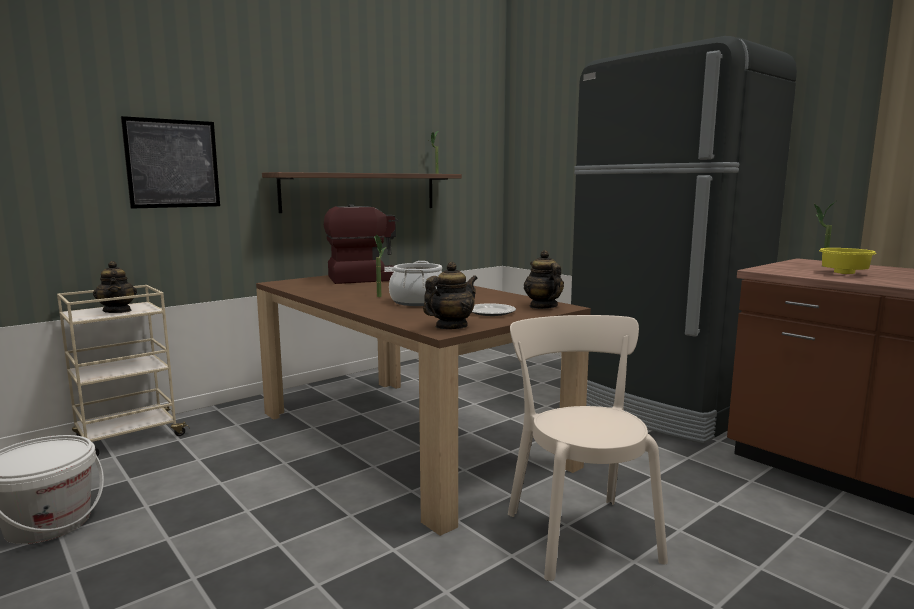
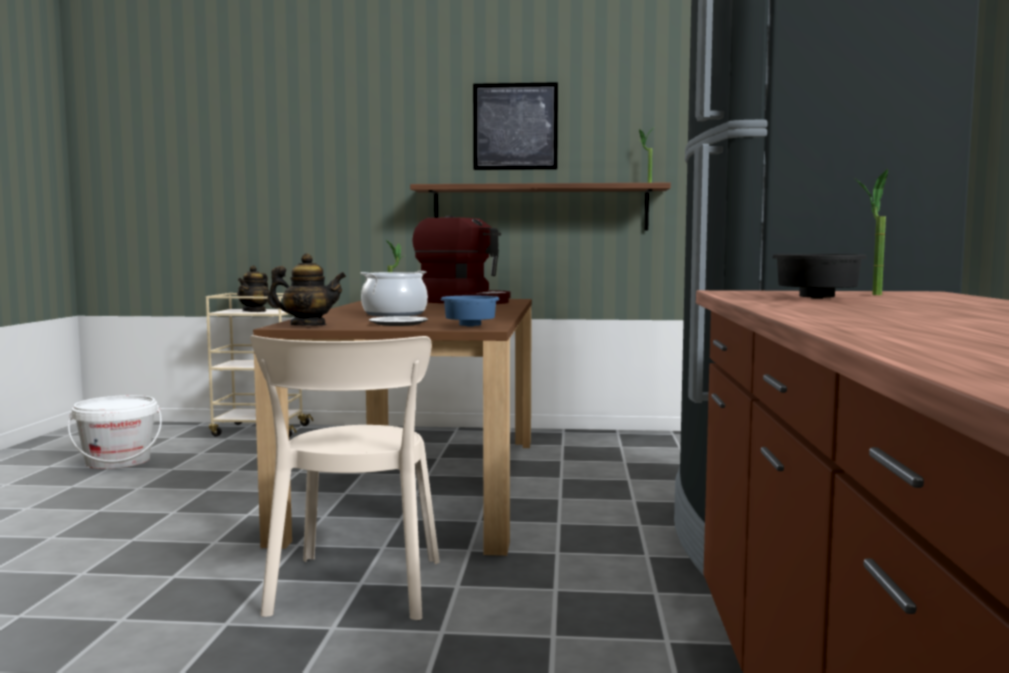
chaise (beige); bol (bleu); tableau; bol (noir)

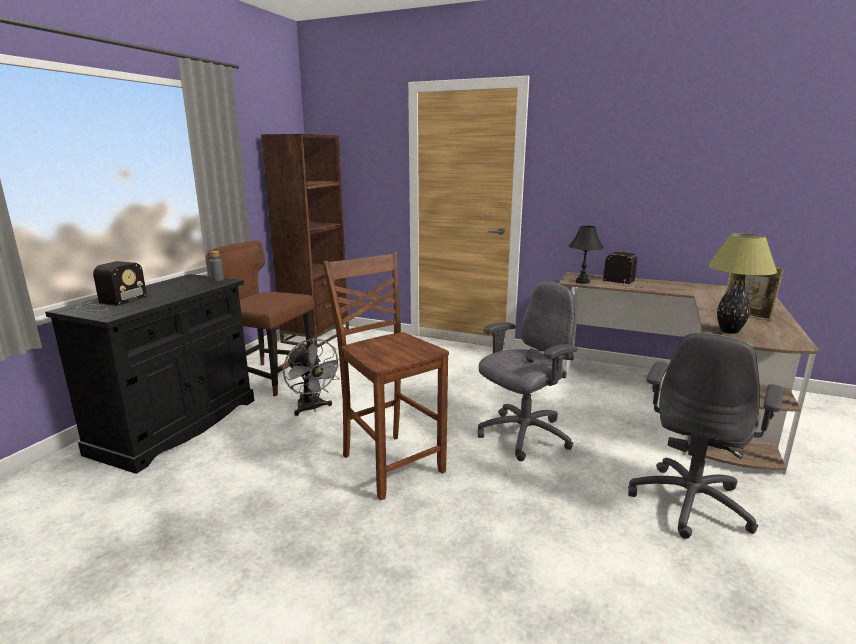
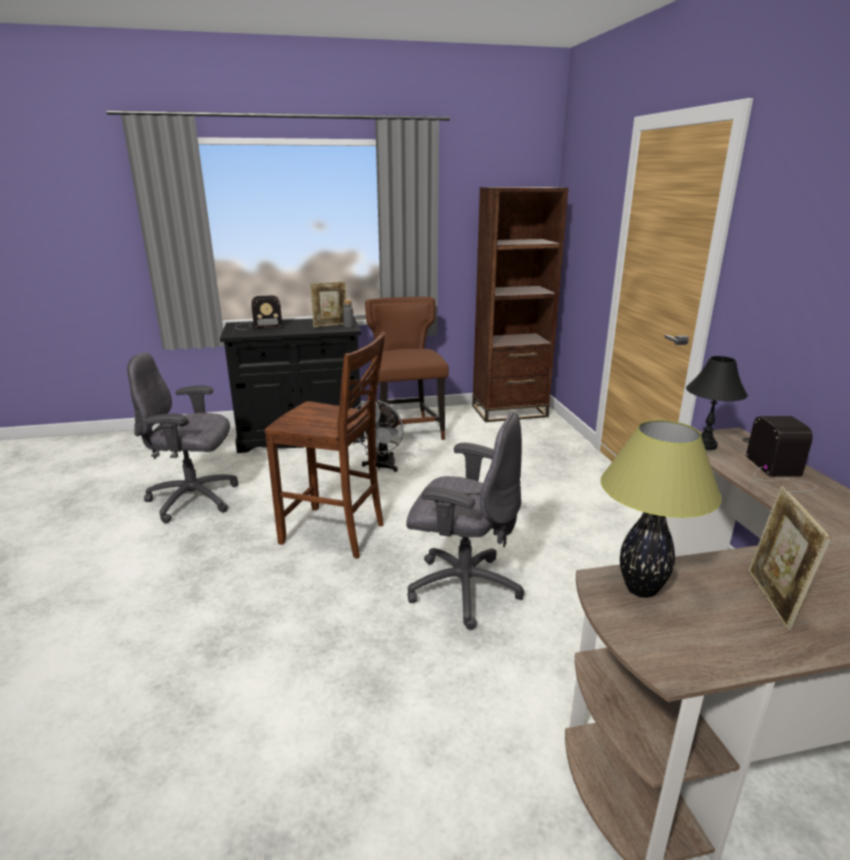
chaise de bureau (gris) (no. 1 from left); chaise (marron) (no. 1 from left); cadre photo (no. 1 from left)

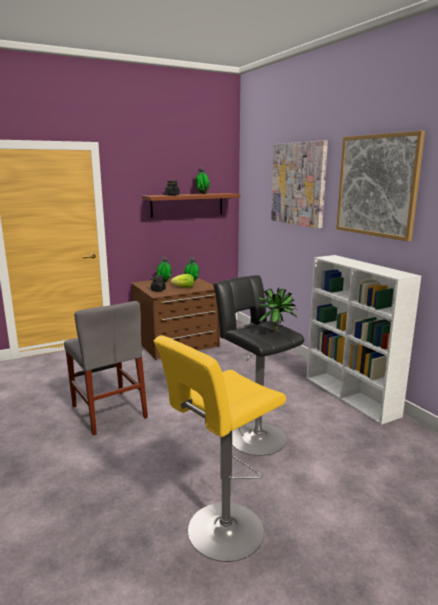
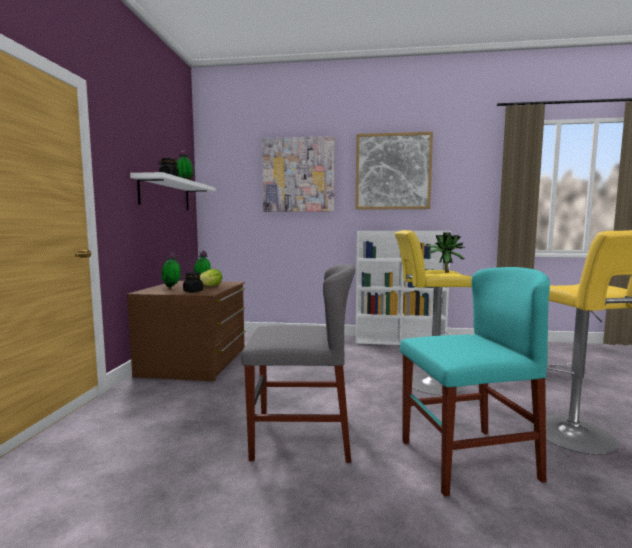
étagère (blanc); tabouret (jaune) (no. 1 from left); chaise (turquoise)

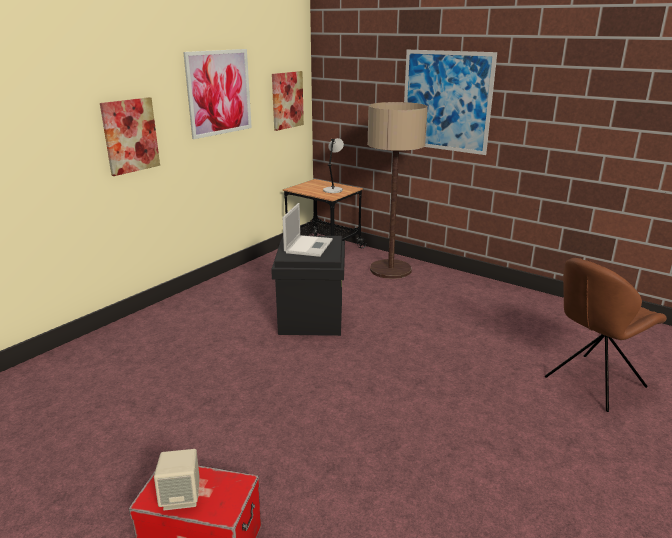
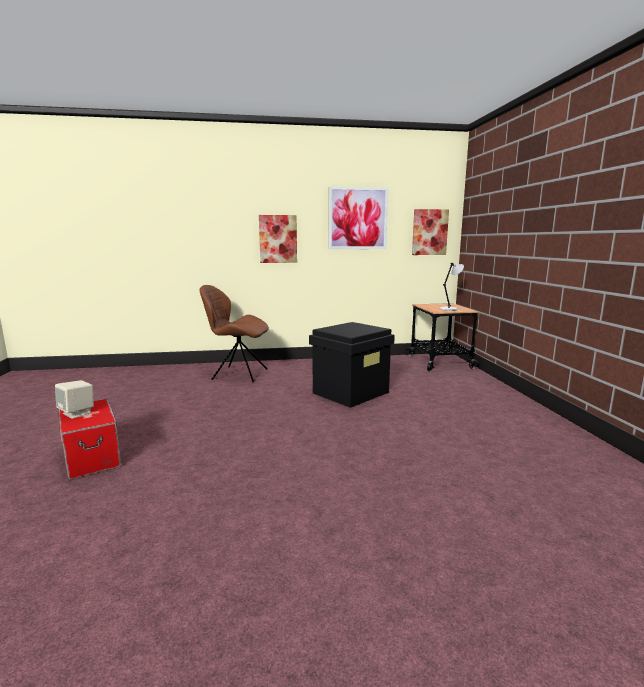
chaise (marron); ordinateur portable; lampadaire; tableau (no. 4 from left in the first image)

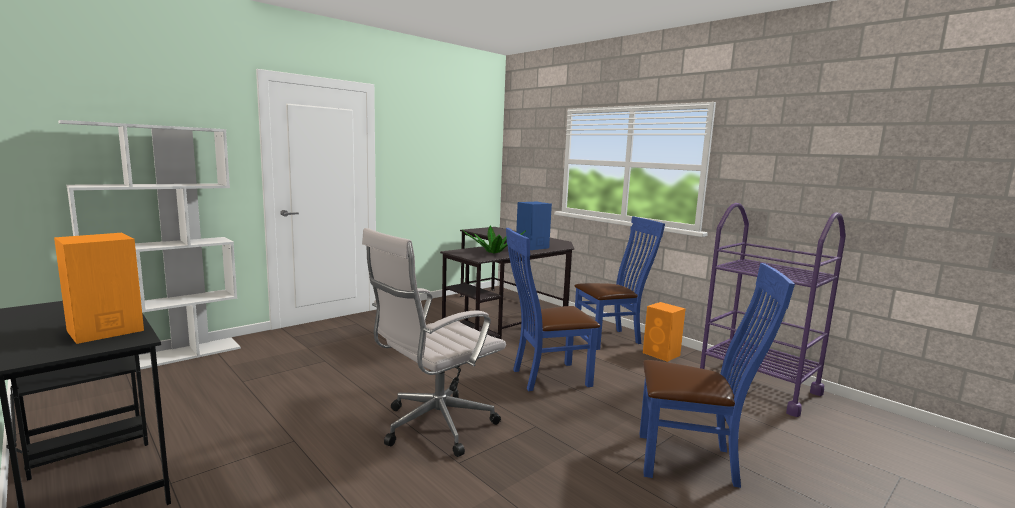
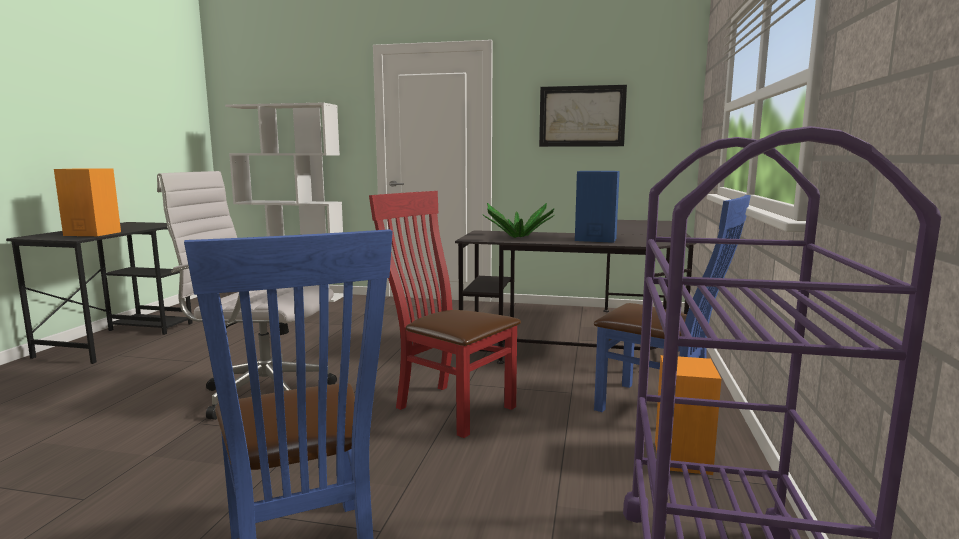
chaise (rouge); tableau

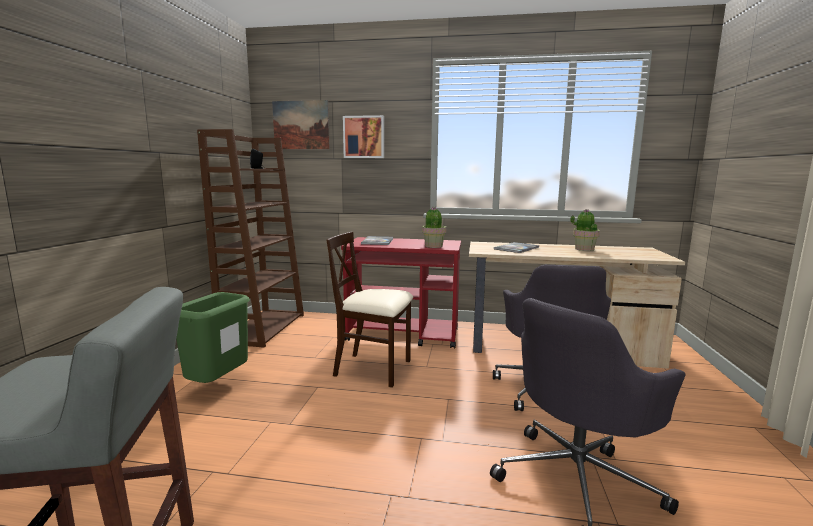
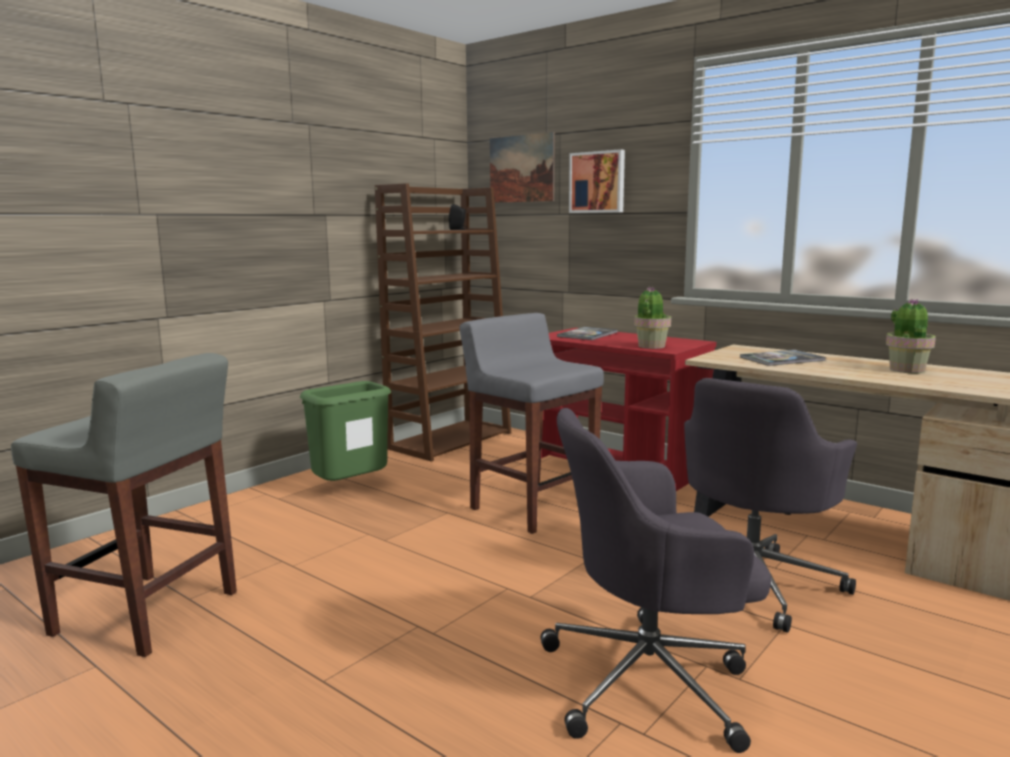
tabouret (gris) (no. 2 from left)

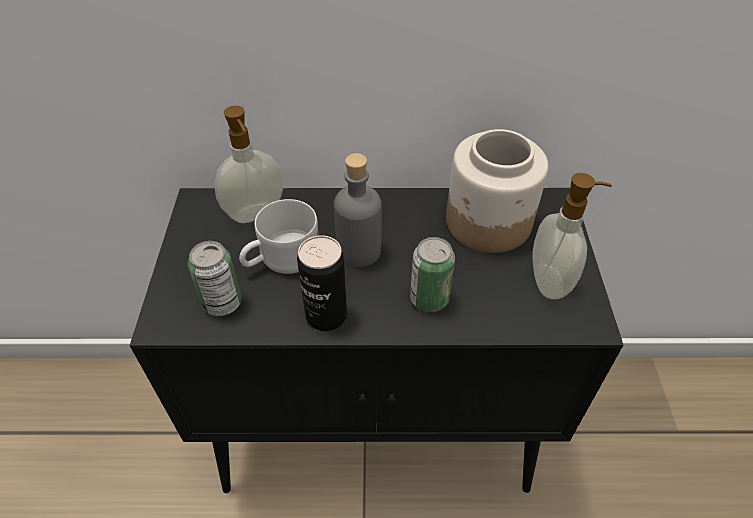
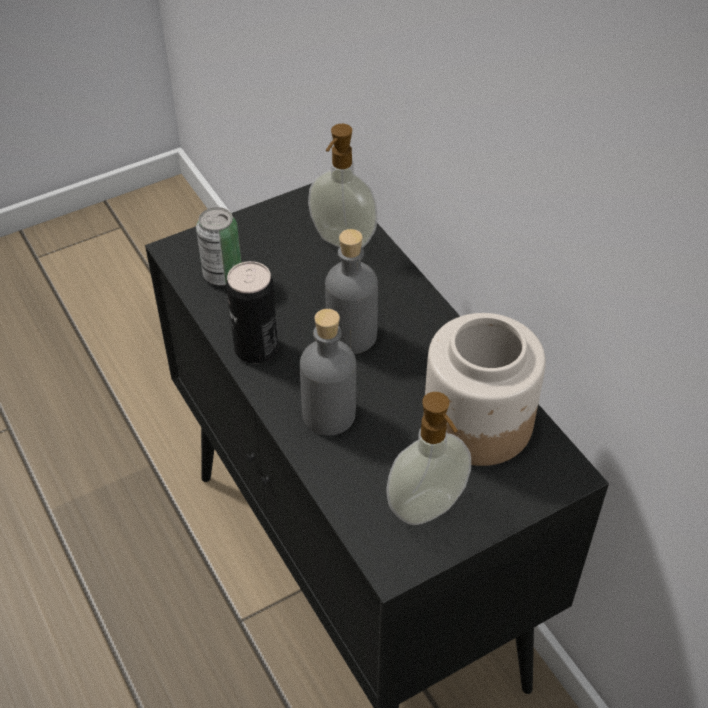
bouteille (gris) (no. 1 from left); mug (blanc)

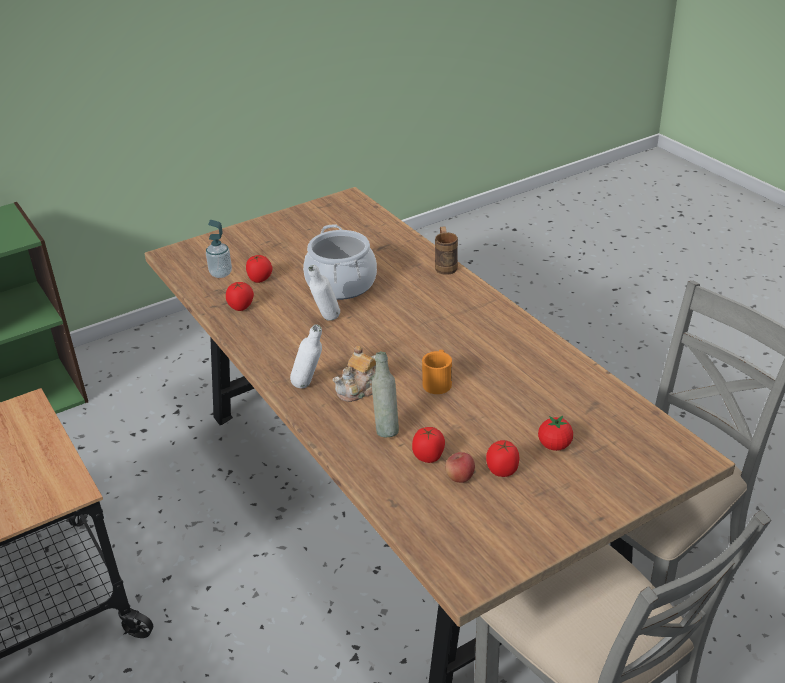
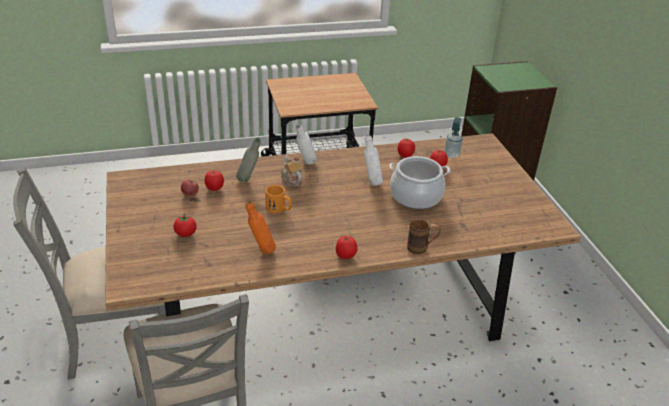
bouteille (orange); tomate (no. 3 from left)

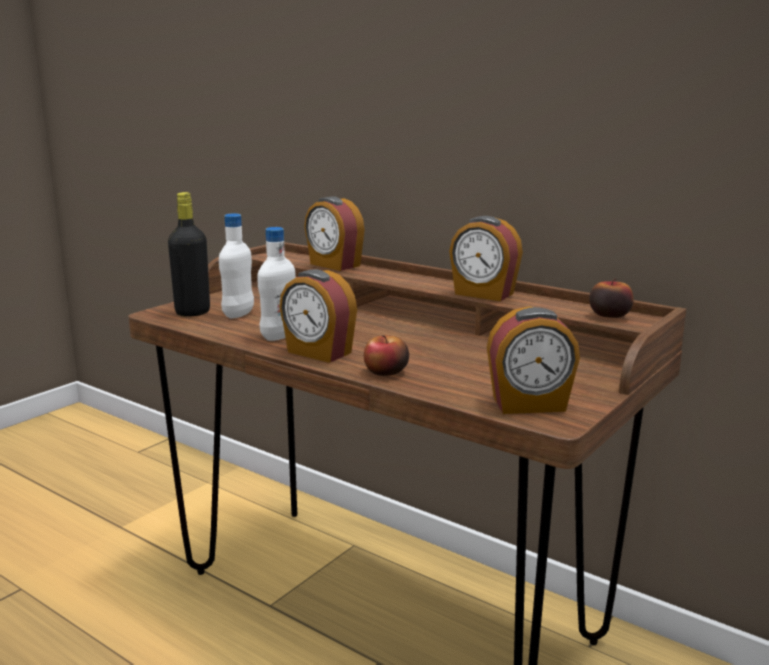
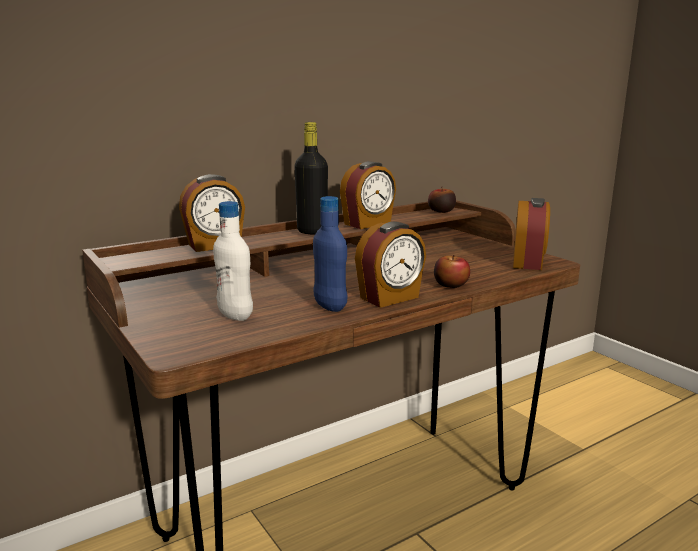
bouteille (noir); bouteille (bleu)

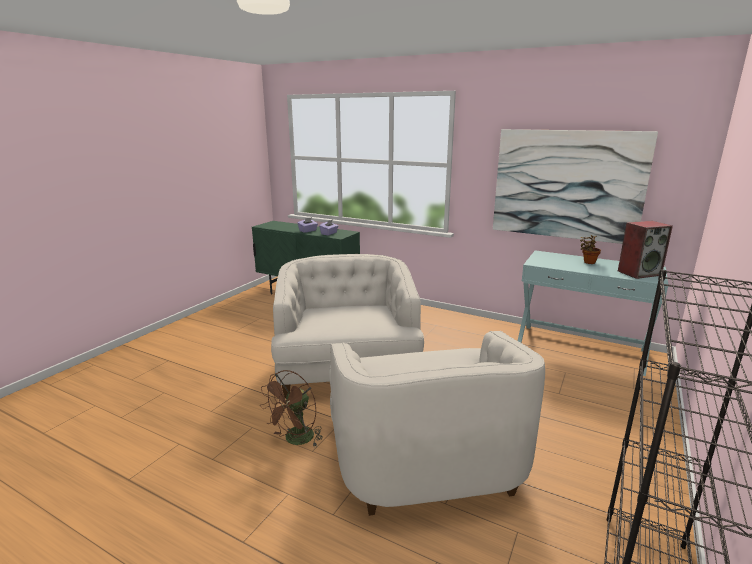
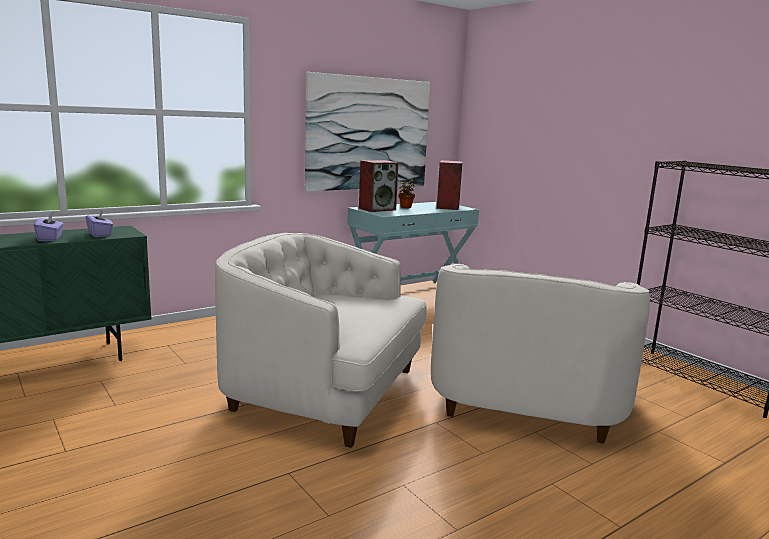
enceinte (no. 1 from left); fauteuil (blanc) (no. 2 from left); ventilateur (marron)

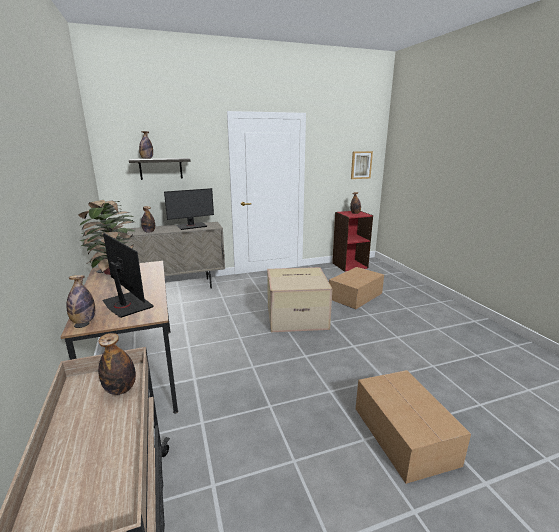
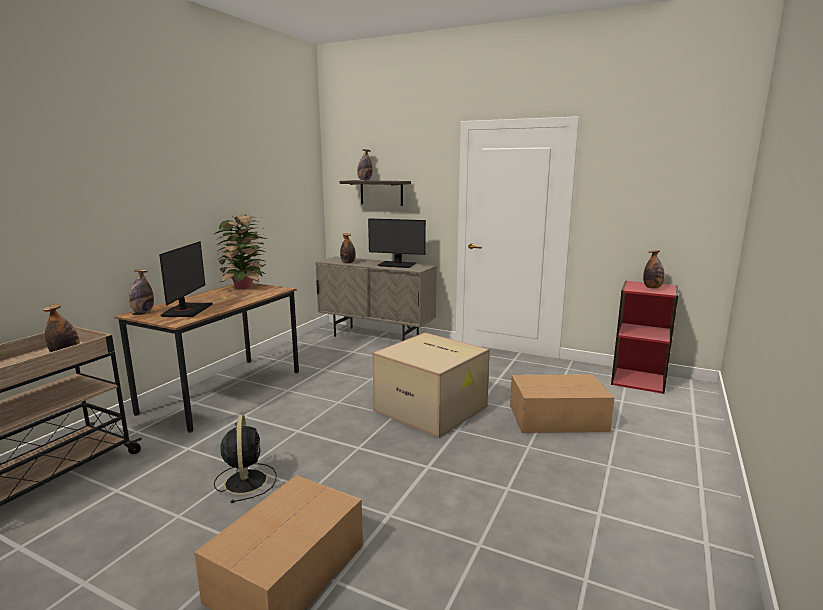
ventilateur (noir); tableau

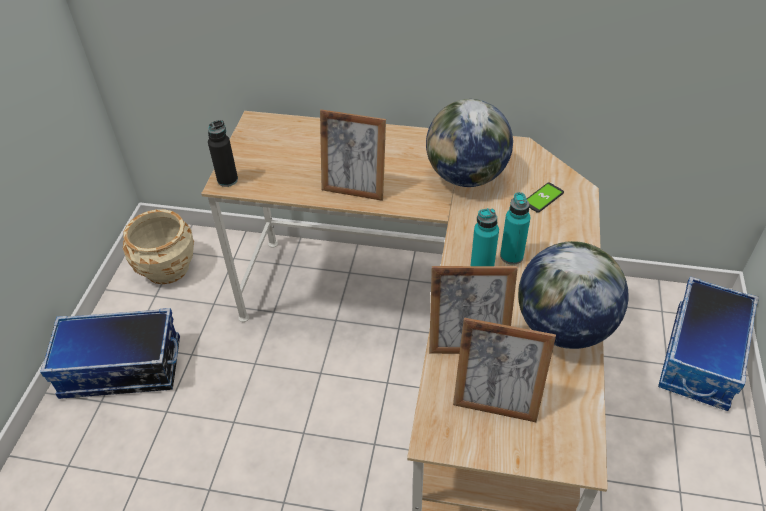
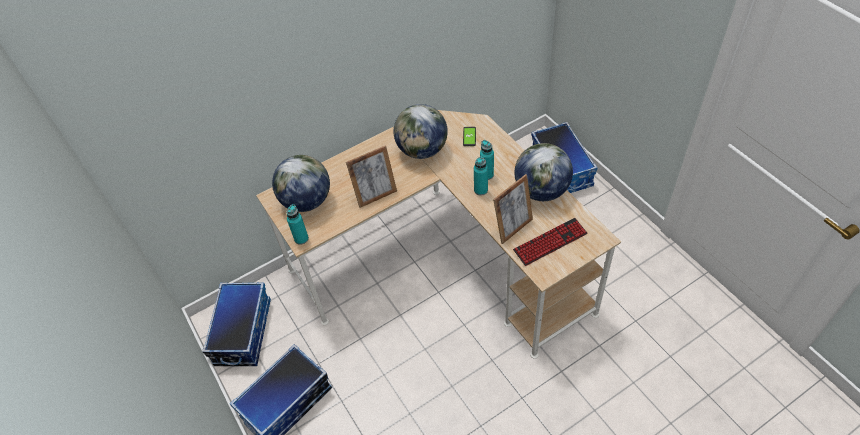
boîte de rangement (no. 1 from left); globe (no. 1 from left); bouteille (turquoise) (no. 1 from left); clavier

